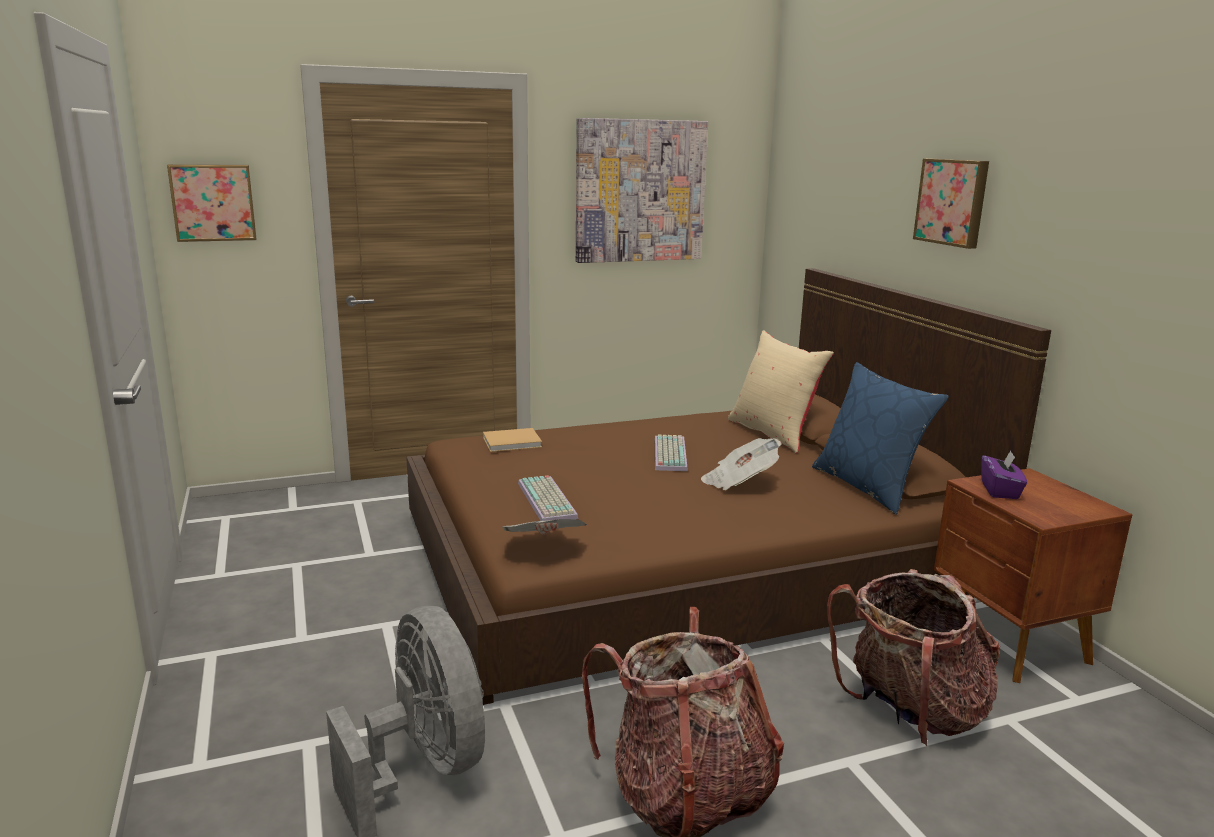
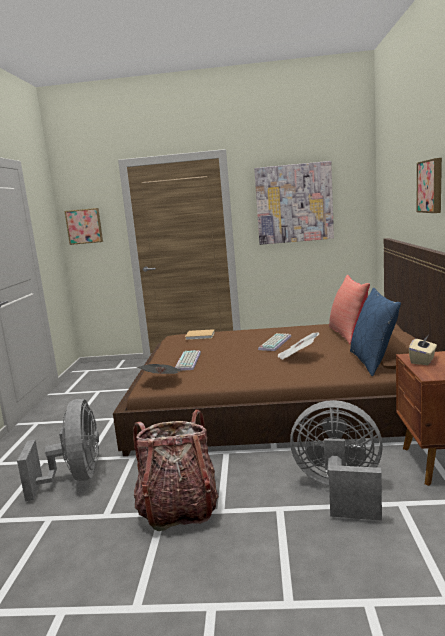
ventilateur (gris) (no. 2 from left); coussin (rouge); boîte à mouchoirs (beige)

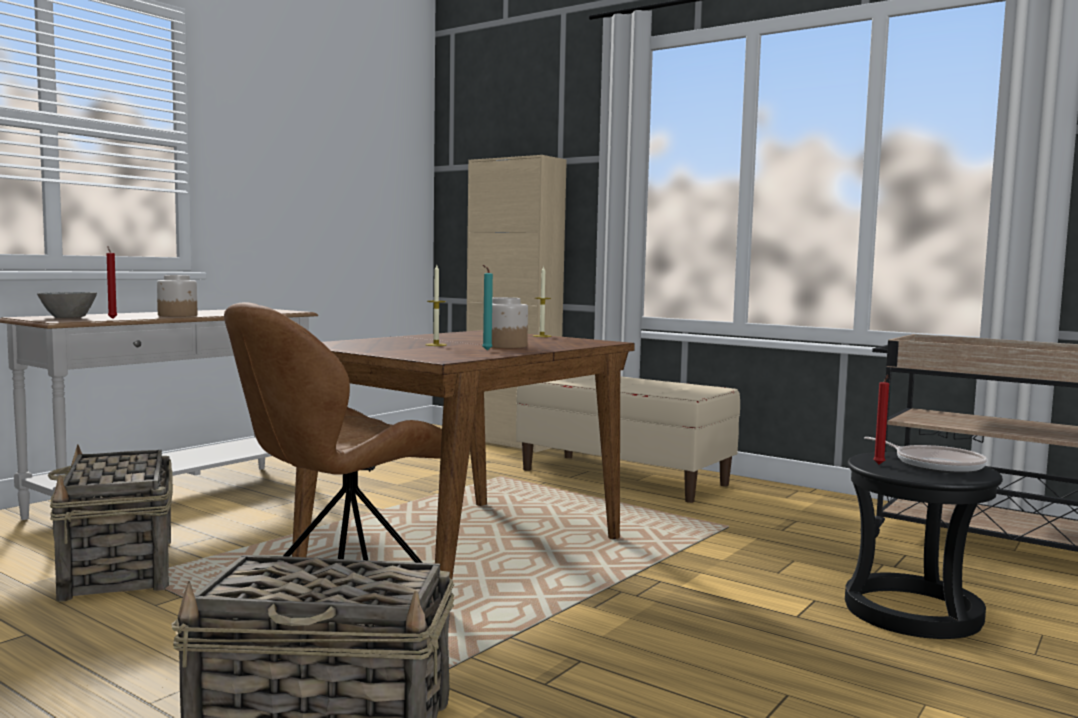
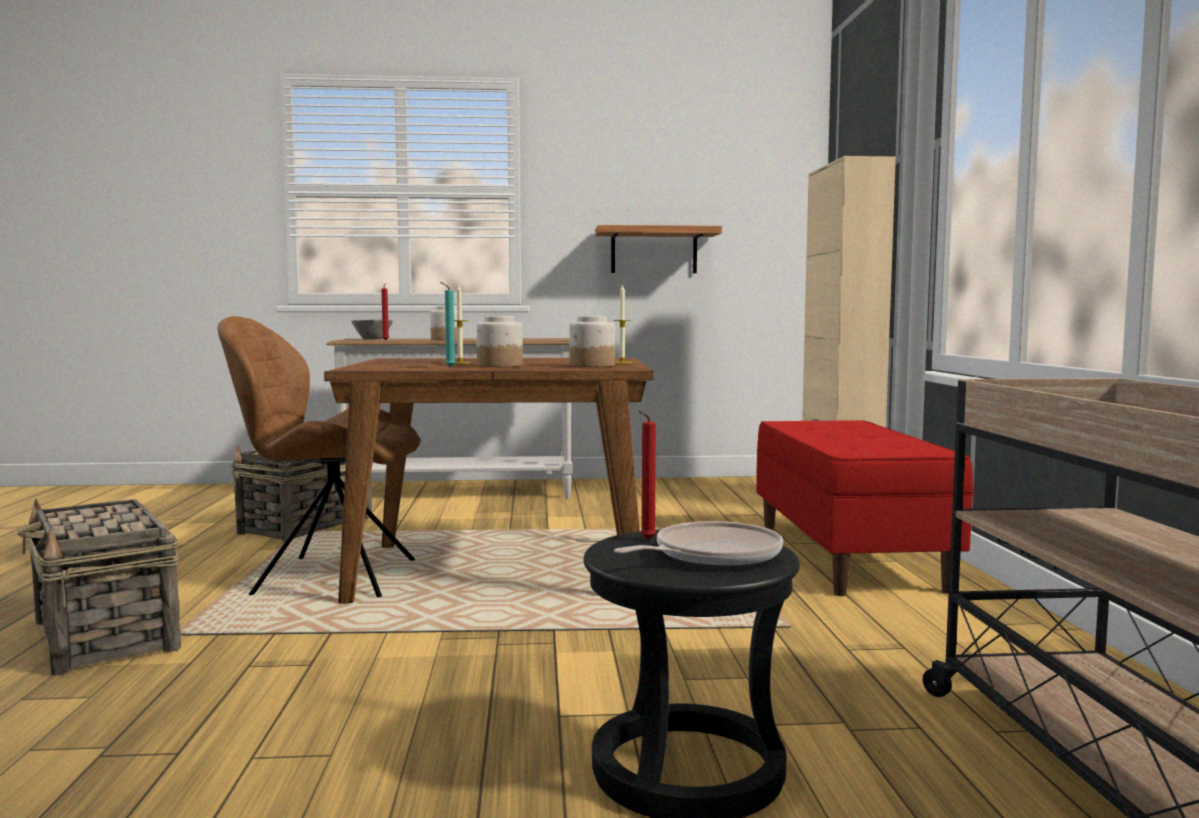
bocal (no. 3 from left); étagère; poêle; banc (rouge)

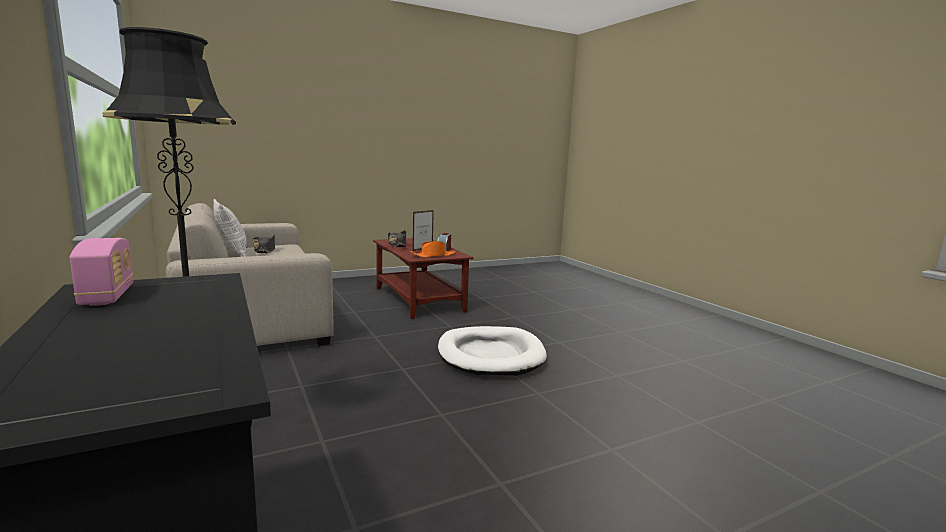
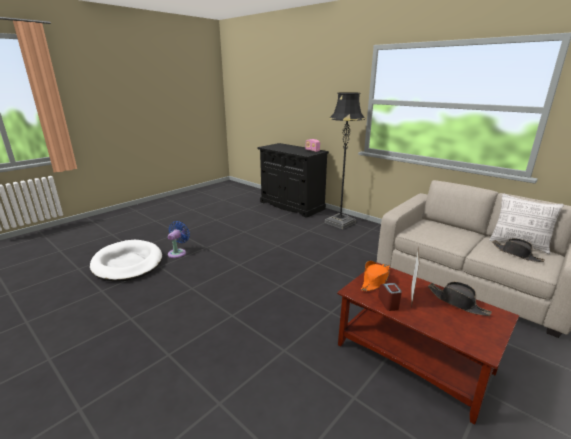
panier pour chien (blanc); ventilateur (bleu)

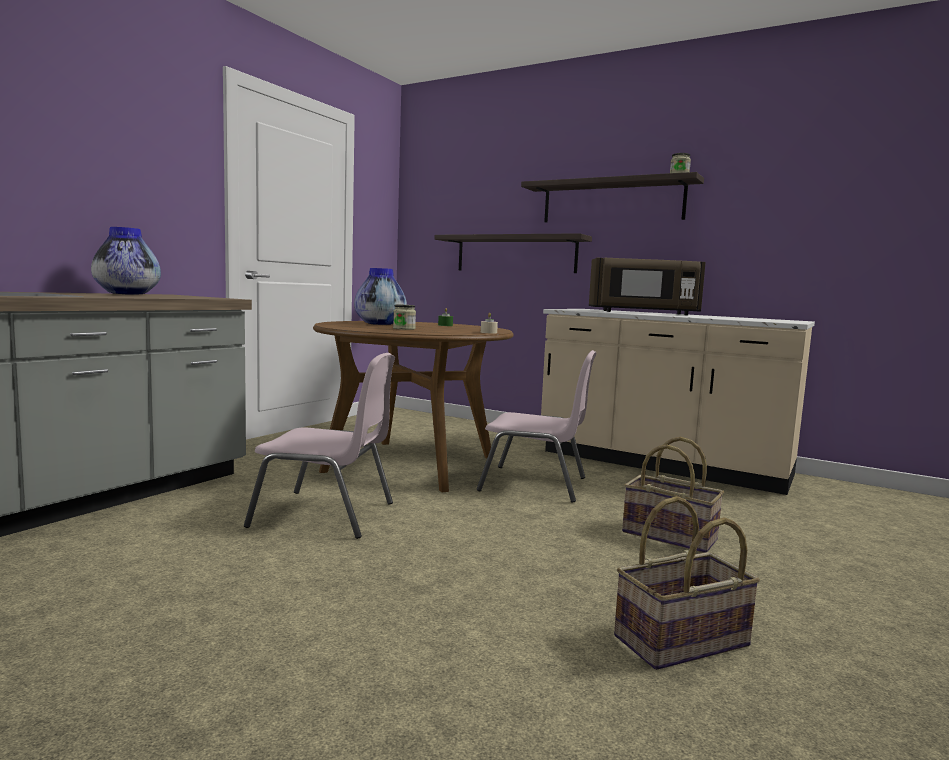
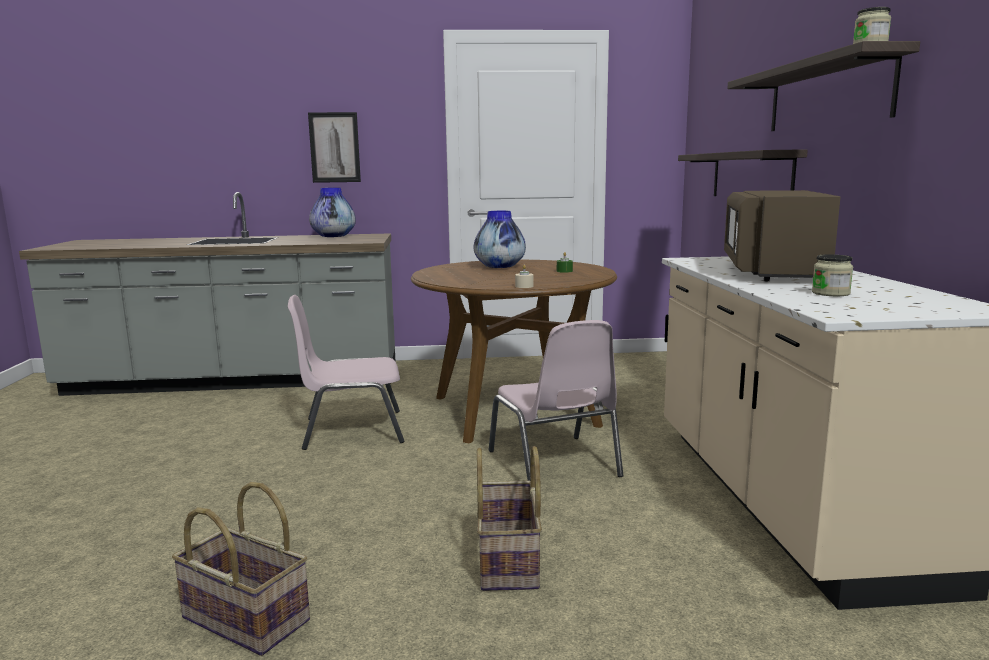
chaise (rose) (no. 1 from left); tableau; micro-ondes (marron); bocal (no. 1 from left)

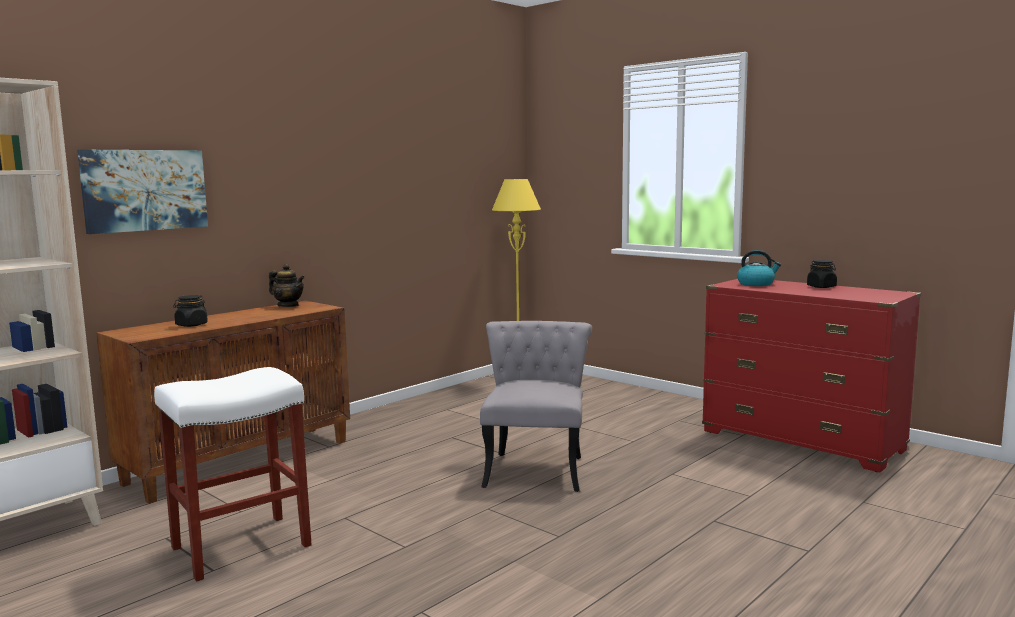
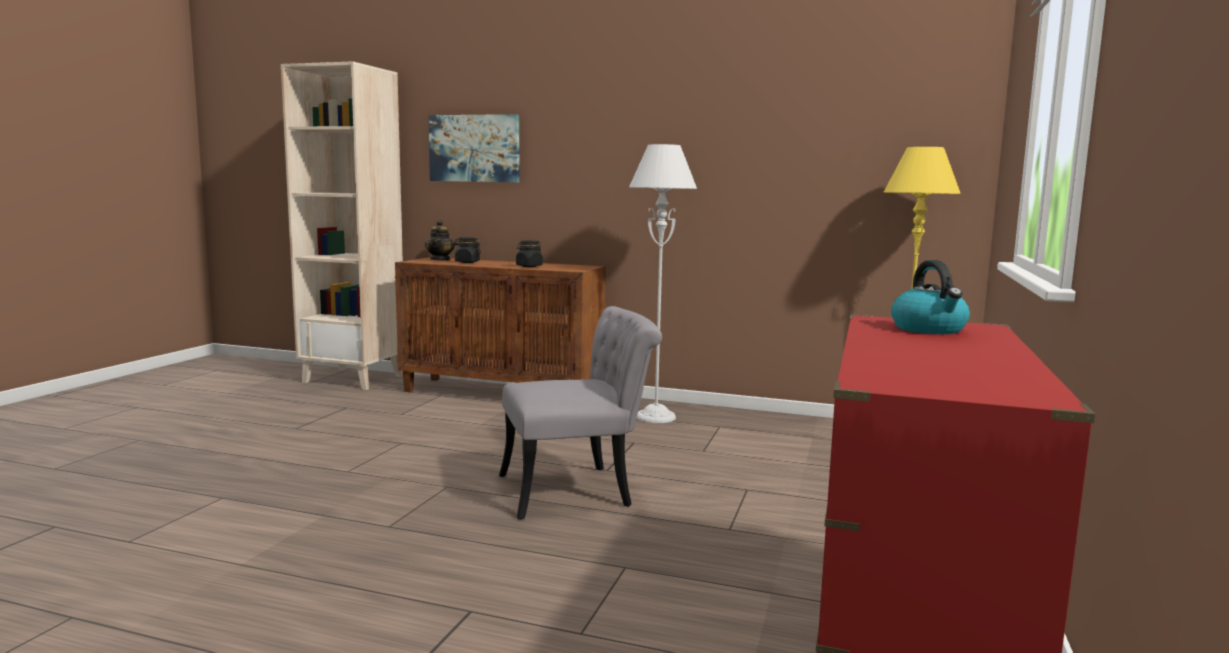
théière; bocal (noir) (no. 2 from left); lampadaire (gris); tabouret (blanc)

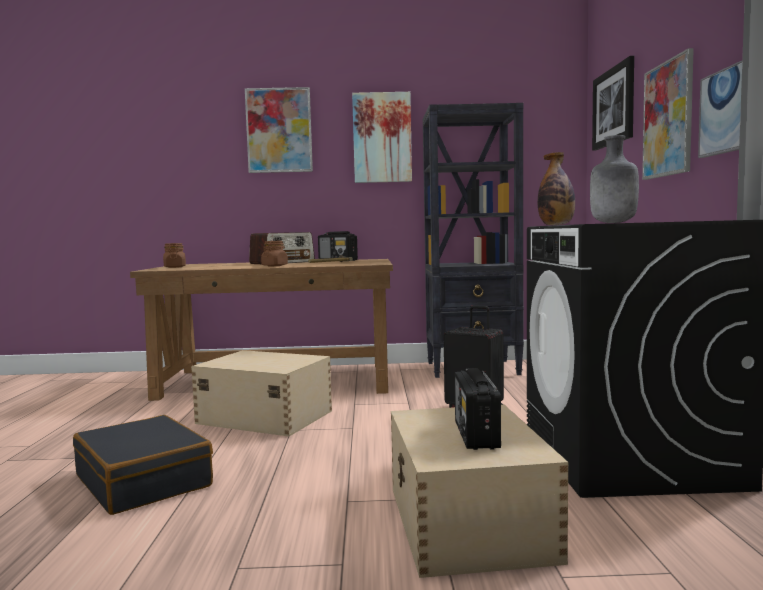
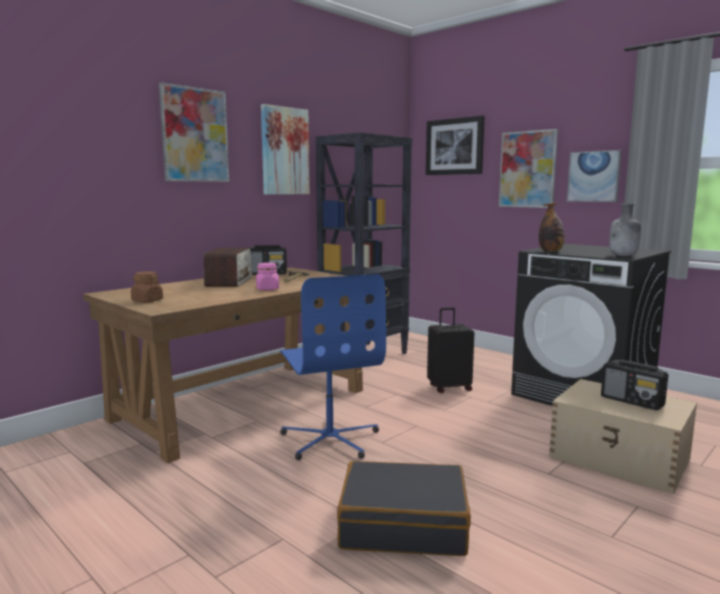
bocal (rose); chaise de bureau (bleu)

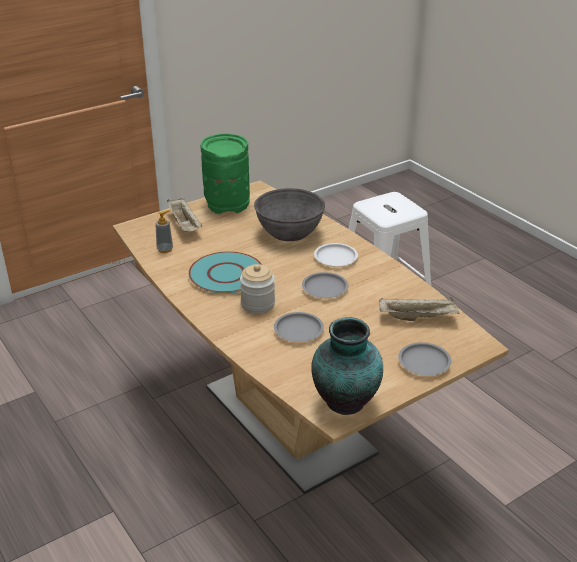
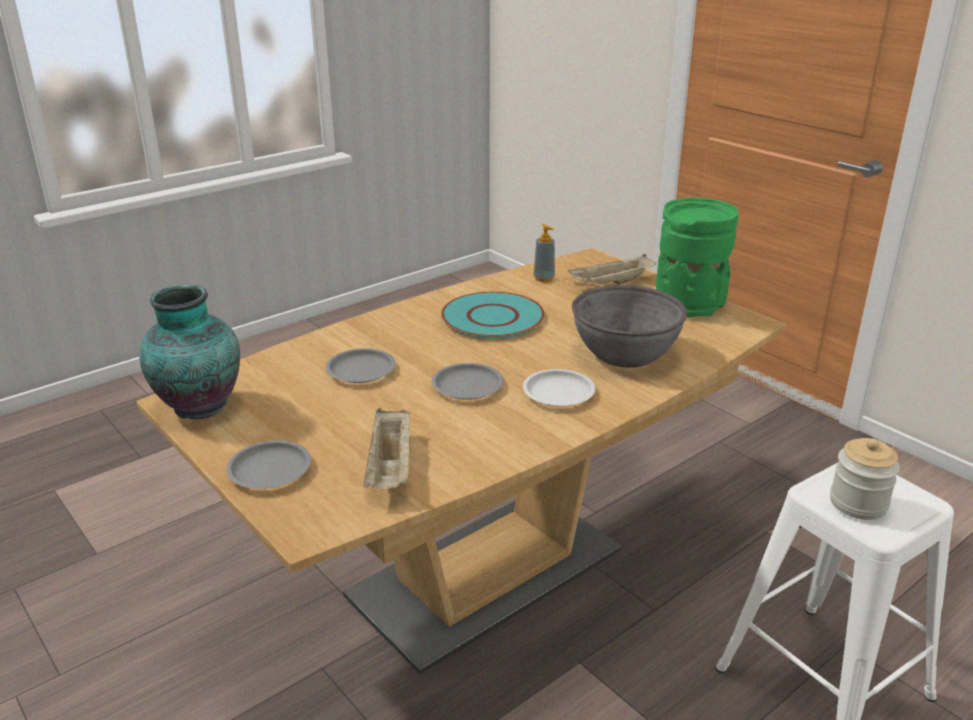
bocal

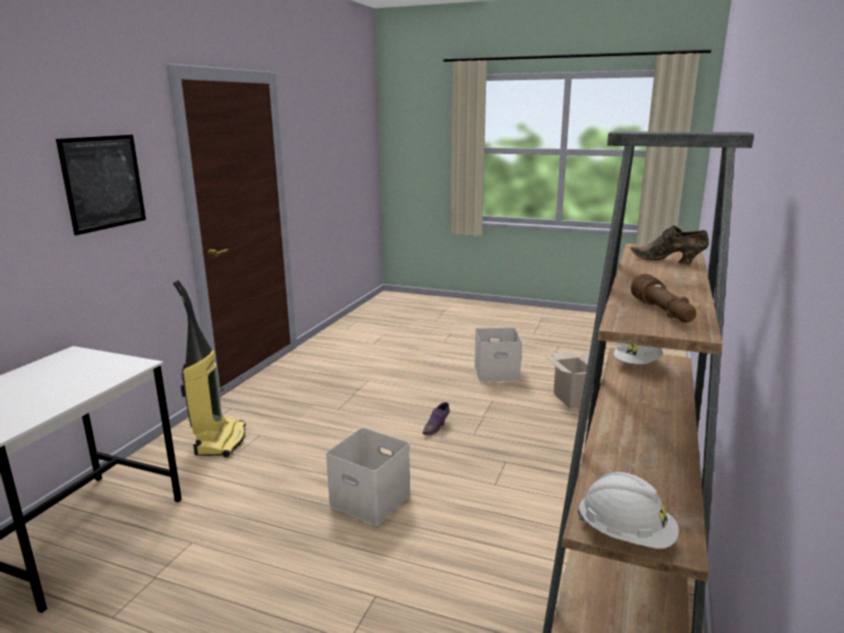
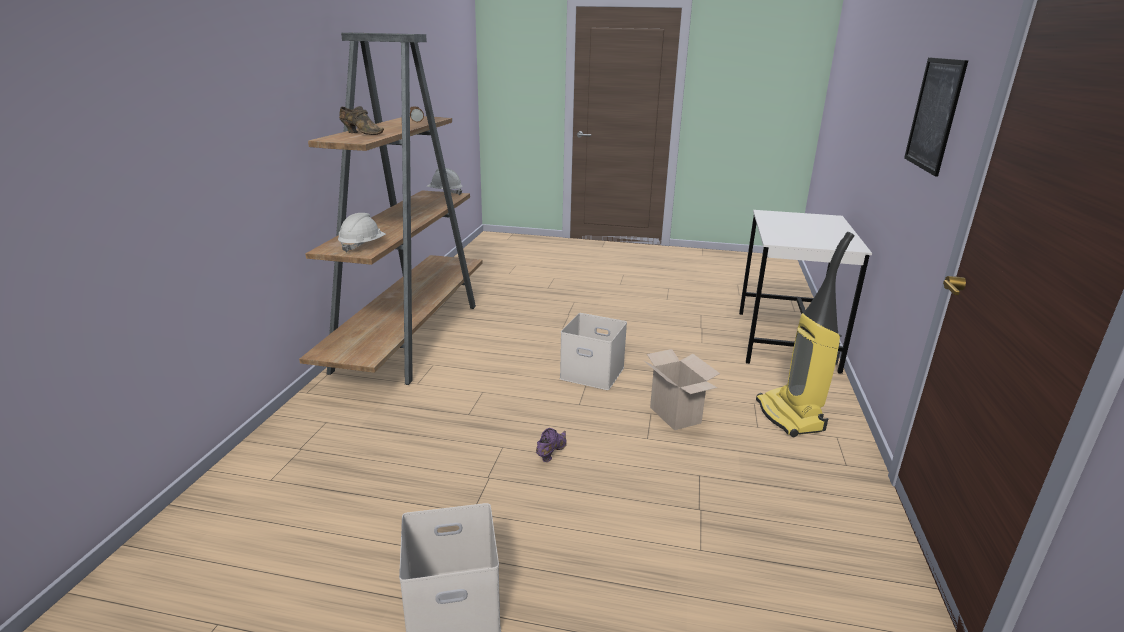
carton

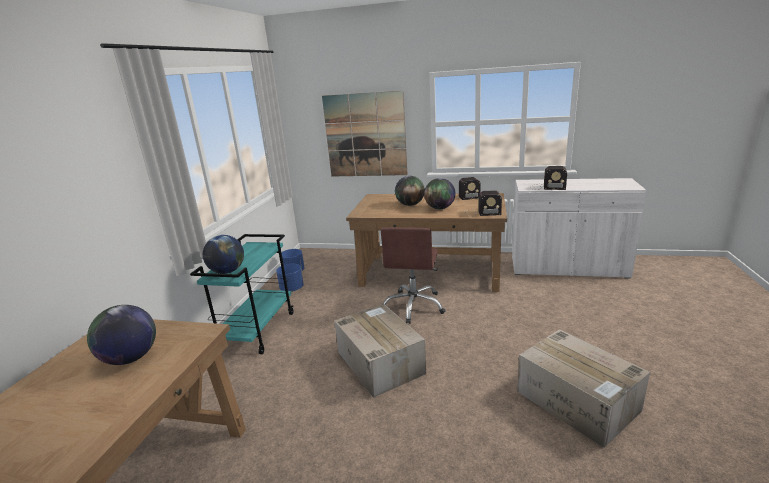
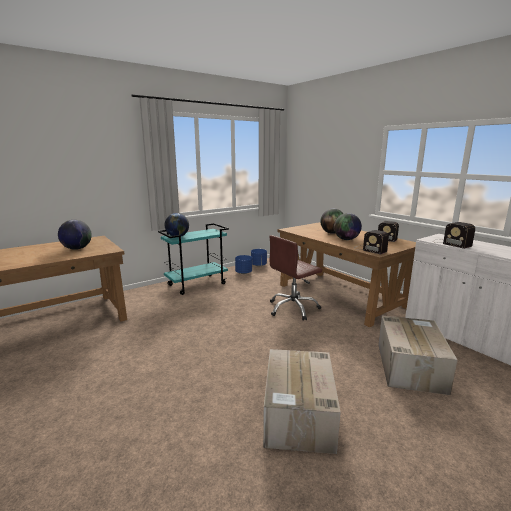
carton (no. 2 from left); tableau

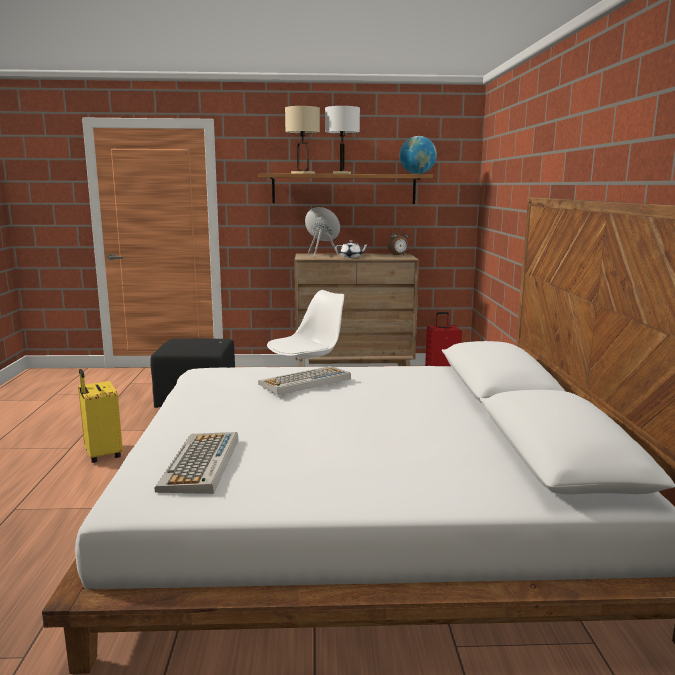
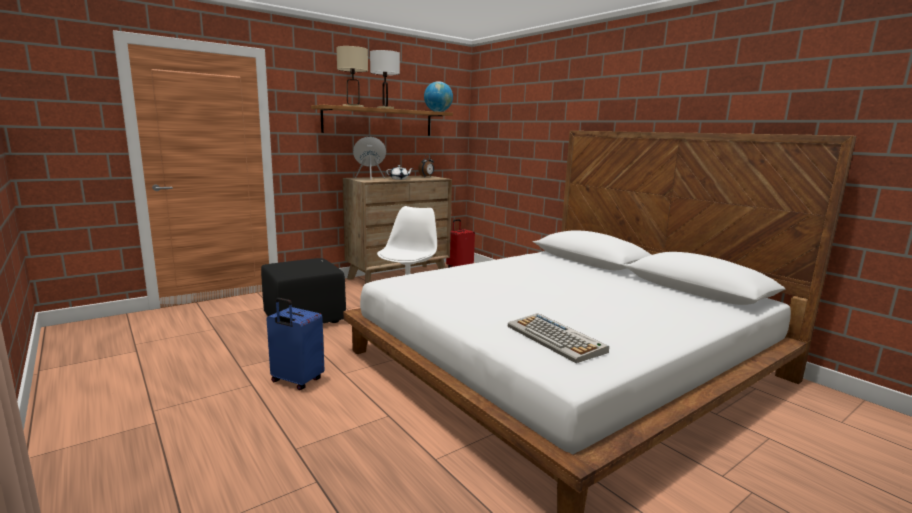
valise (bleu); clavier (no. 2 from left in the first image)

